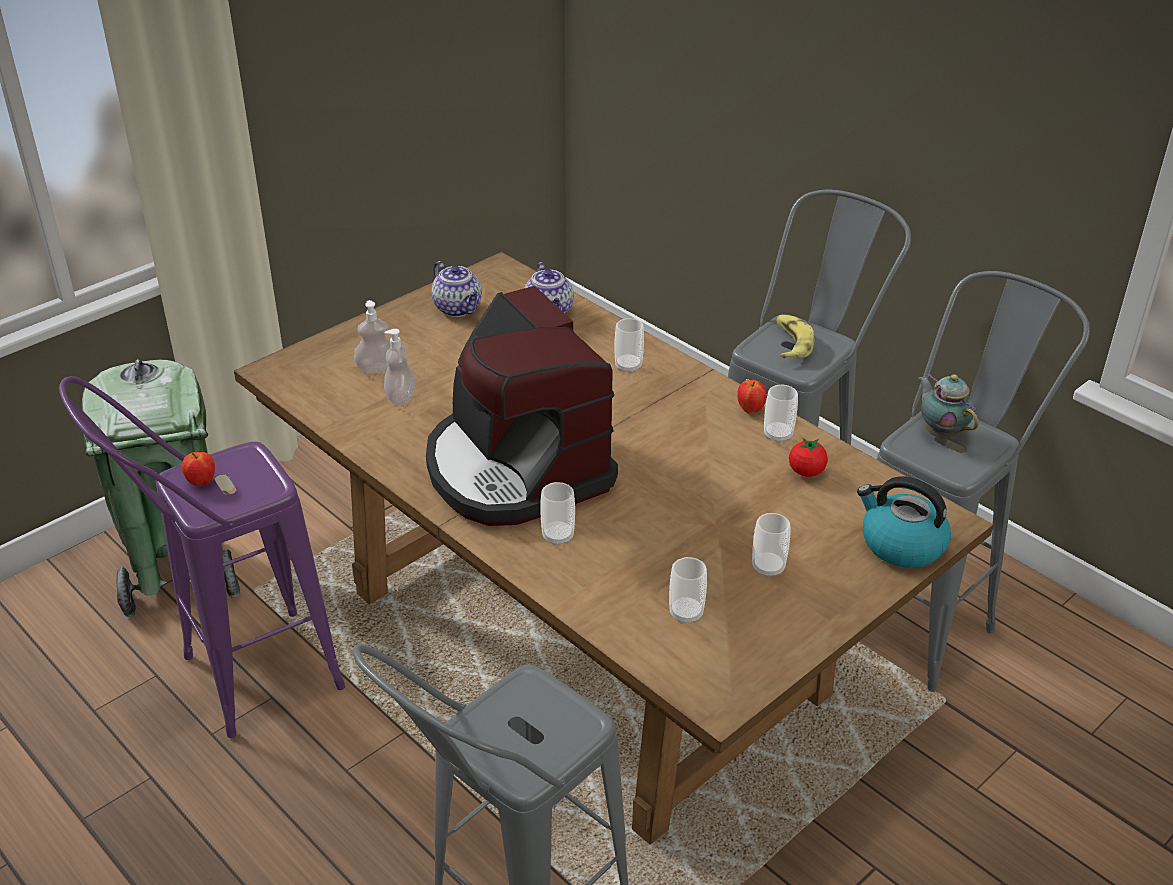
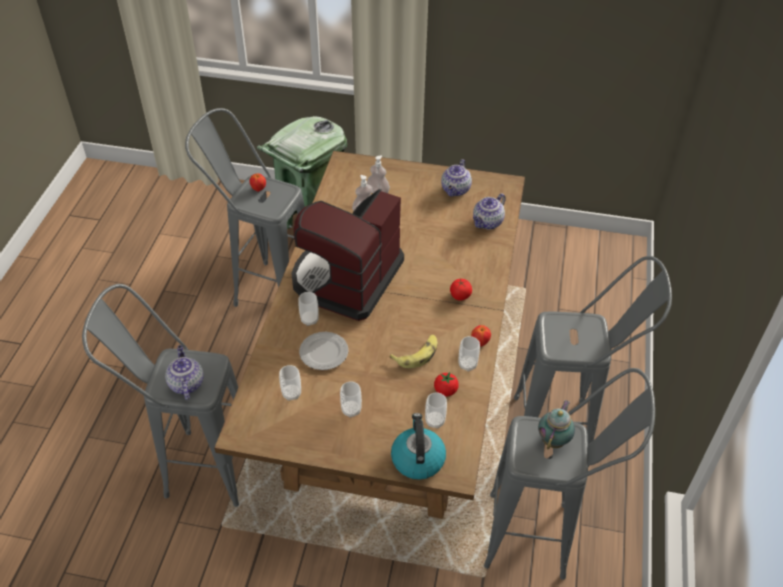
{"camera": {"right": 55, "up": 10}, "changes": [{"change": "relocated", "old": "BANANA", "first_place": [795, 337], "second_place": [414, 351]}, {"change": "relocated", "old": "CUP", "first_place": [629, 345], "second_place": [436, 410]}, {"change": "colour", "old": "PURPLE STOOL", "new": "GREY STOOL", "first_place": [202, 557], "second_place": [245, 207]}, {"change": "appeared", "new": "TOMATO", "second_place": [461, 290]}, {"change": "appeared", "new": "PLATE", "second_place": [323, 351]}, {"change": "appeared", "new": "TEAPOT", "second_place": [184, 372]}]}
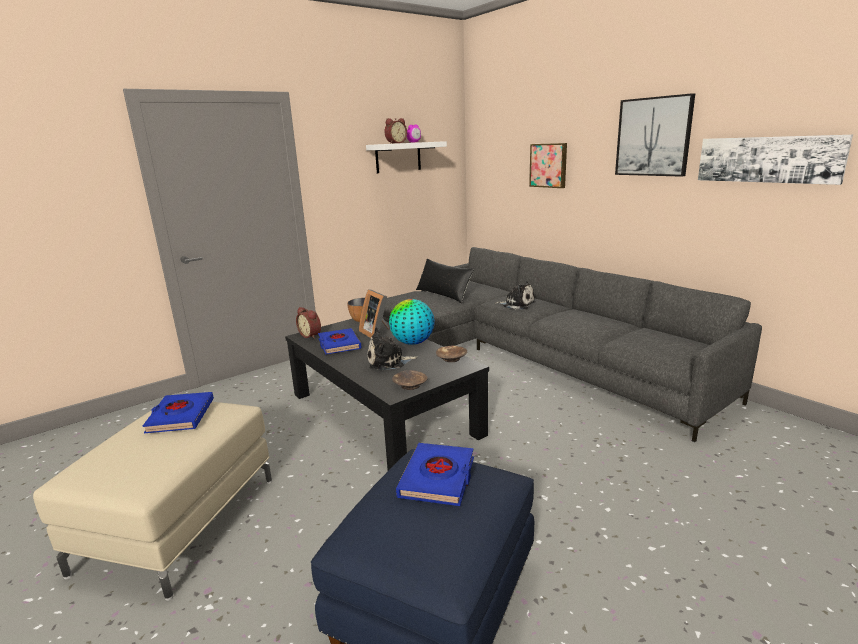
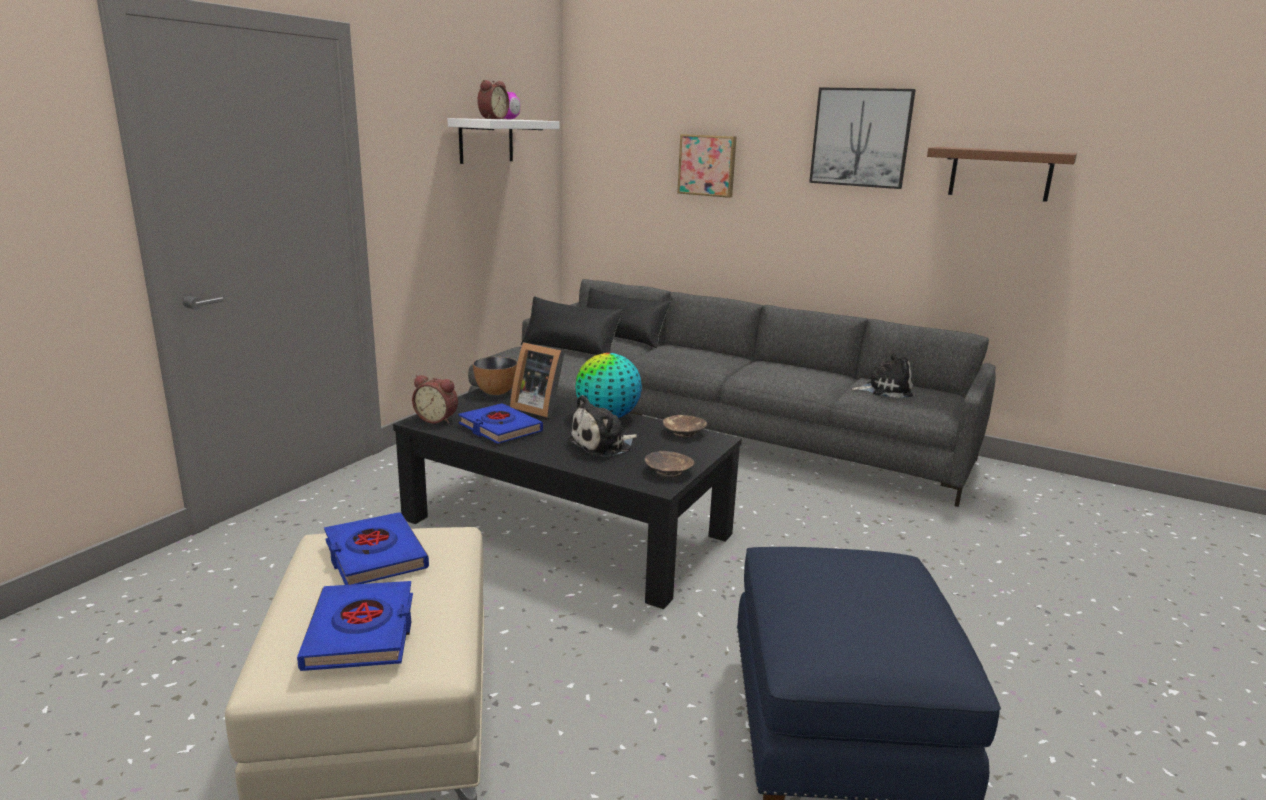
{"camera": {"right": -25, "up": 0}, "changes": [{"change": "exchanged", "old": "PICTURE", "new": "BROWN SHELF", "first_place": [775, 159], "second_place": [1002, 174]}, {"change": "relocated", "old": "PLUSH TOY", "first_place": [515, 295], "second_place": [882, 375]}, {"change": "relocated", "old": "BLUE BOOK", "first_place": [435, 474], "second_place": [355, 626]}, {"change": "appeared", "new": "BLACK PILLOW", "second_place": [628, 318]}]}
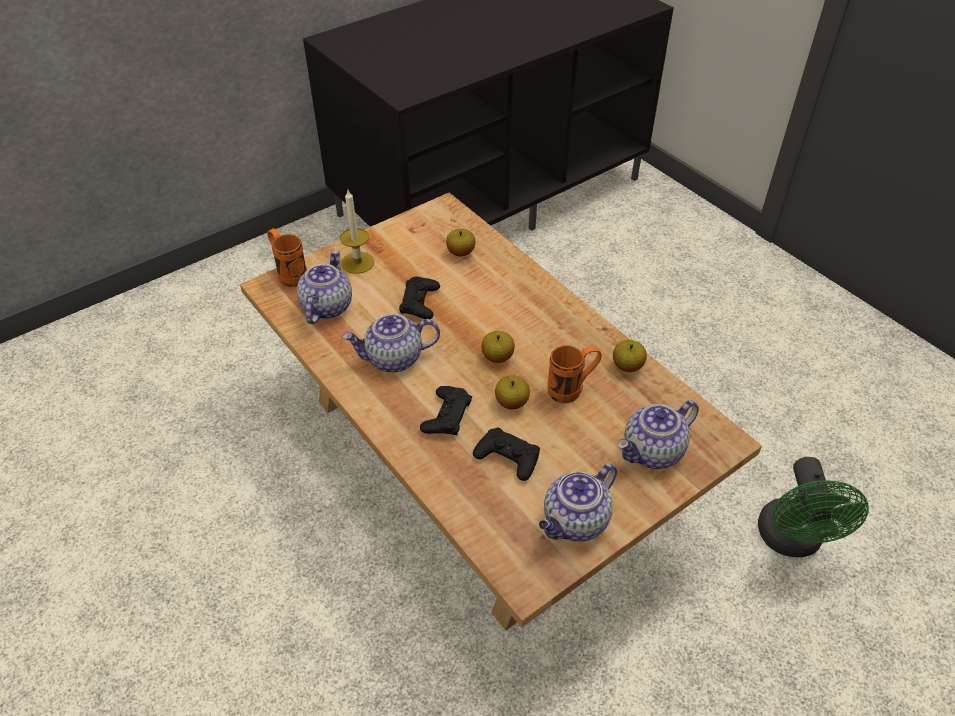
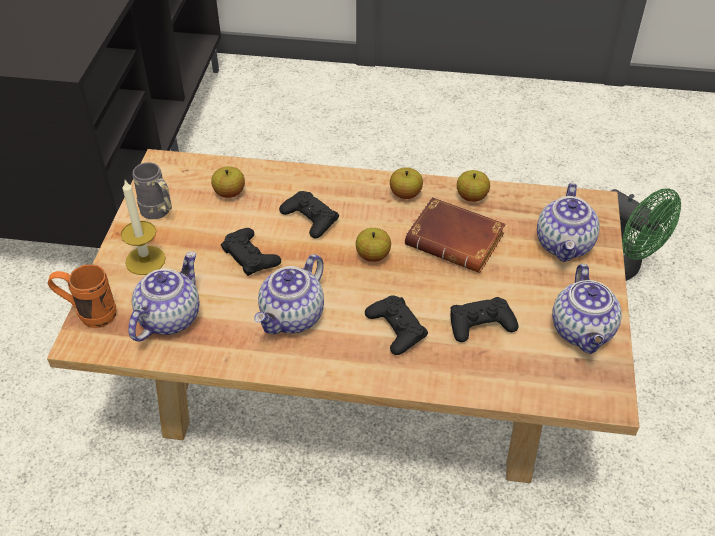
{"camera": {"right": -45, "up": 0}, "changes": [{"change": "spun", "old": "TEAPOT", "first_place": [324, 287], "second_place": [164, 297], "degrees": 60}, {"change": "exchanged", "old": "ORANGE MUG", "new": "BROWN BOOK", "first_place": [574, 374], "second_place": [455, 235]}, {"change": "relocated", "old": "APPLE", "first_place": [512, 392], "second_place": [406, 183]}, {"change": "appeared", "new": "GREY MUG", "second_place": [152, 190]}, {"change": "appeared", "new": "BLACK GAME CONTROLLER", "second_place": [309, 215]}]}
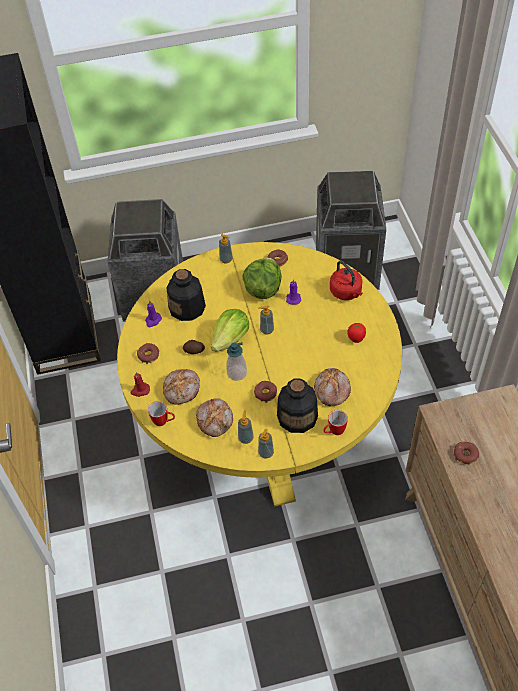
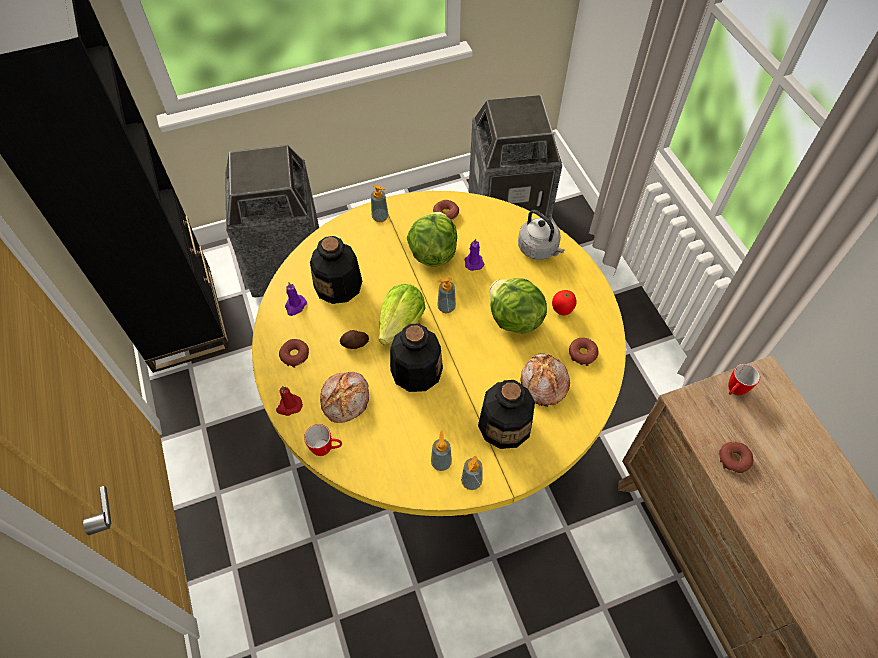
{"camera": {"right": -10, "up": 5}, "changes": [{"change": "colour", "old": "RED KETTLE", "new": "GREY KETTLE", "first_place": [346, 280], "second_place": [541, 235]}, {"change": "exchanged", "old": "SOAP DISPENSER", "new": "BOTTLE", "first_place": [236, 361], "second_place": [416, 358]}, {"change": "relocated", "old": "DONUT", "first_place": [265, 392], "second_place": [583, 352]}, {"change": "missing", "old": "BREAD", "first_place": [214, 417]}, {"change": "relocated", "old": "MUG", "first_place": [335, 422], "second_place": [744, 379]}, {"change": "appeared", "new": "LETTUCE", "second_place": [518, 306]}]}
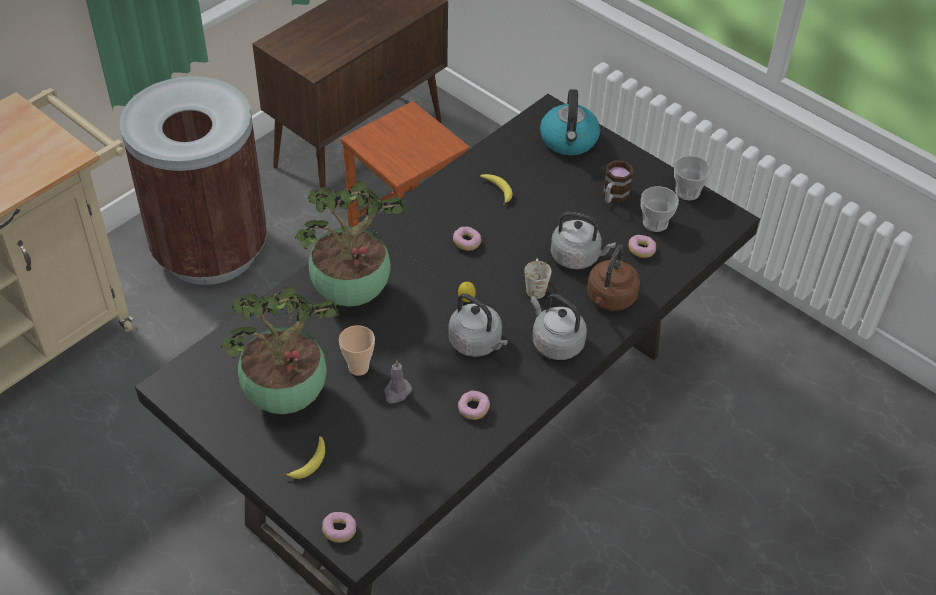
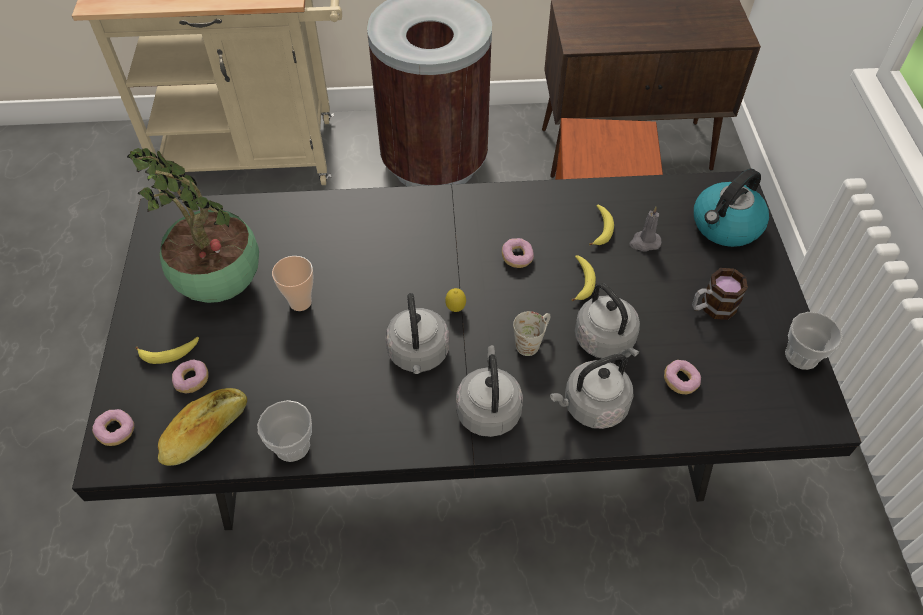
{"camera": {"right": 45, "up": 5}, "changes": [{"change": "missing", "old": "POTTED PLANT", "first_place": [350, 244]}, {"change": "relocated", "old": "CUP", "first_place": [660, 209], "second_place": [284, 431]}, {"change": "colour", "old": "BROWN KETTLE", "new": "GREY KETTLE", "first_place": [613, 277], "second_place": [592, 391]}, {"change": "relocated", "old": "GREY CANDLE", "first_place": [398, 382], "second_place": [646, 228]}, {"change": "relocated", "old": "DONUT", "first_place": [474, 405], "second_place": [190, 376]}, {"change": "appeared", "new": "BANANA", "second_place": [583, 278]}, {"change": "appeared", "new": "BREAD", "second_place": [202, 427]}]}
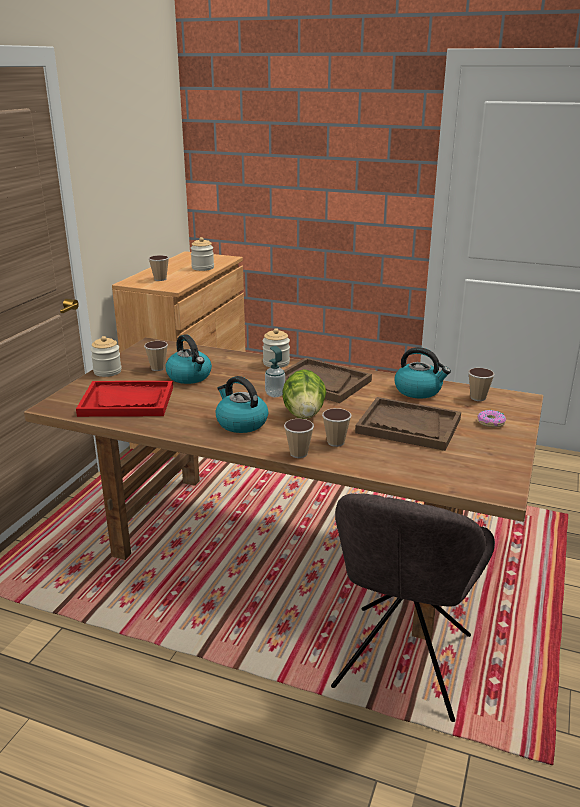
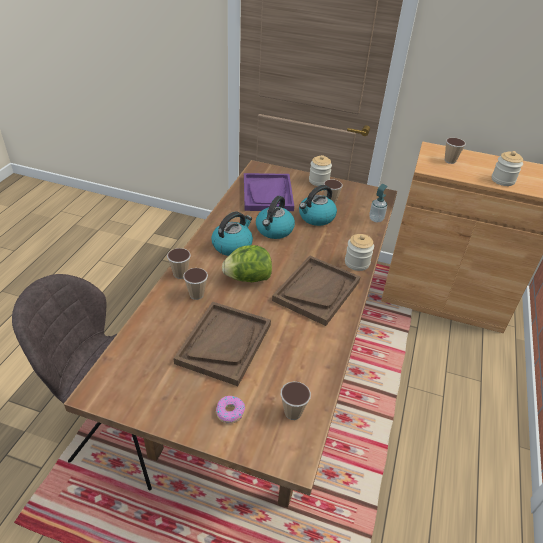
{"camera": {"right": 85, "up": 15}, "changes": [{"change": "relocated", "old": "SOAP DISPENSER", "first_place": [275, 371], "second_place": [378, 203]}, {"change": "relocated", "old": "KETTLE", "first_place": [422, 373], "second_place": [275, 217]}, {"change": "colour", "old": "RED TRAY", "new": "PURPLE TRAY", "first_place": [124, 399], "second_place": [269, 192]}]}
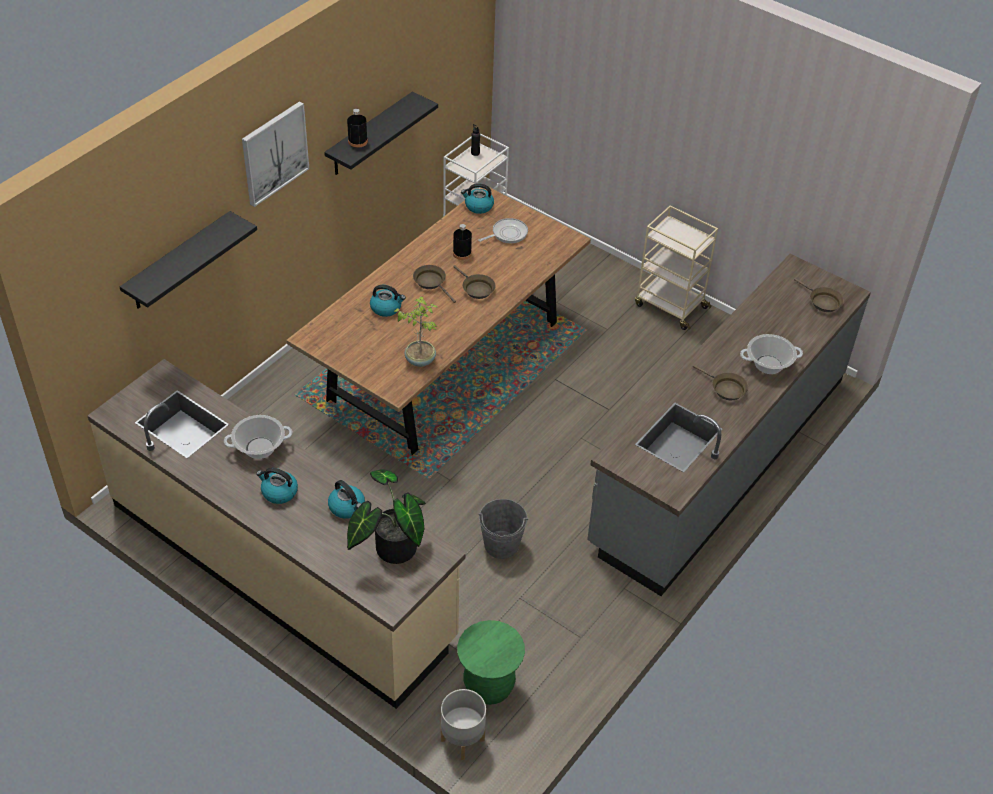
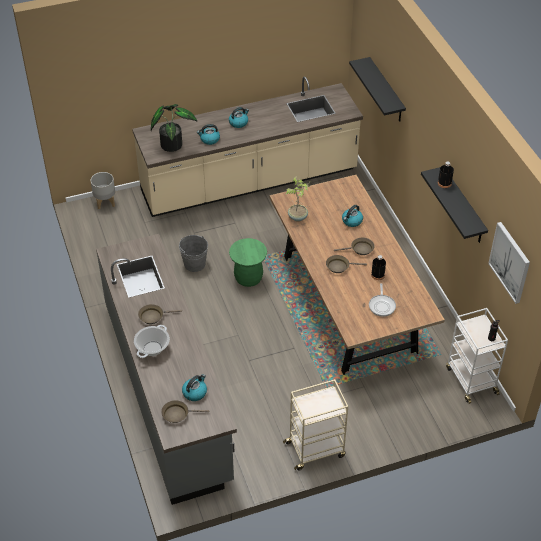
{"camera": {"right": 125, "up": 0}, "changes": [{"change": "relocated", "old": "PICTURE", "first_place": [275, 154], "second_place": [509, 263]}, {"change": "relocated", "old": "KETTLE", "first_place": [477, 198], "second_place": [194, 387]}, {"change": "missing", "old": "COOKING POT", "first_place": [258, 437]}, {"change": "relocated", "old": "GREEN STOOL", "first_place": [491, 662], "second_place": [248, 262]}]}
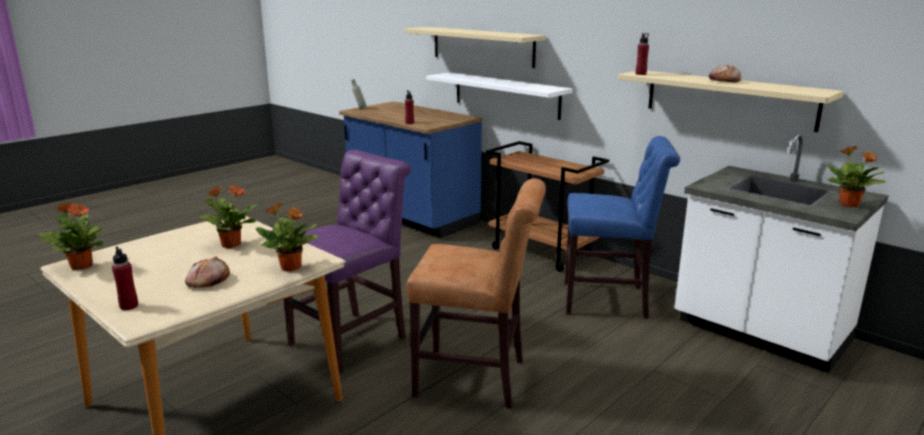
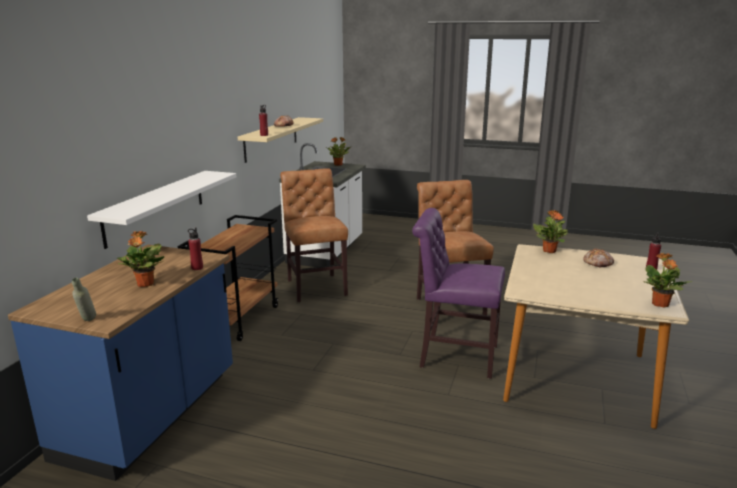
{"camera": {"right": -115, "up": 0}, "changes": [{"change": "missing", "old": "BEIGE SHELF", "first_place": [475, 47]}, {"change": "colour", "old": "BLUE CHAIR", "new": "BROWN CHAIR", "first_place": [622, 227], "second_place": [314, 235]}, {"change": "relocated", "old": "POTTED PLANT", "first_place": [227, 216], "second_place": [141, 259]}]}
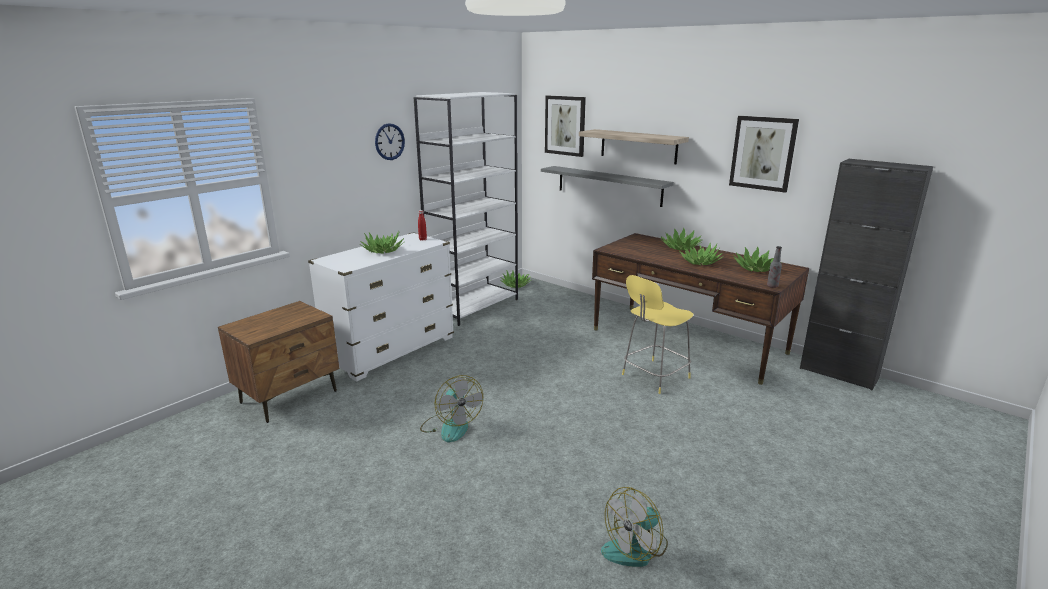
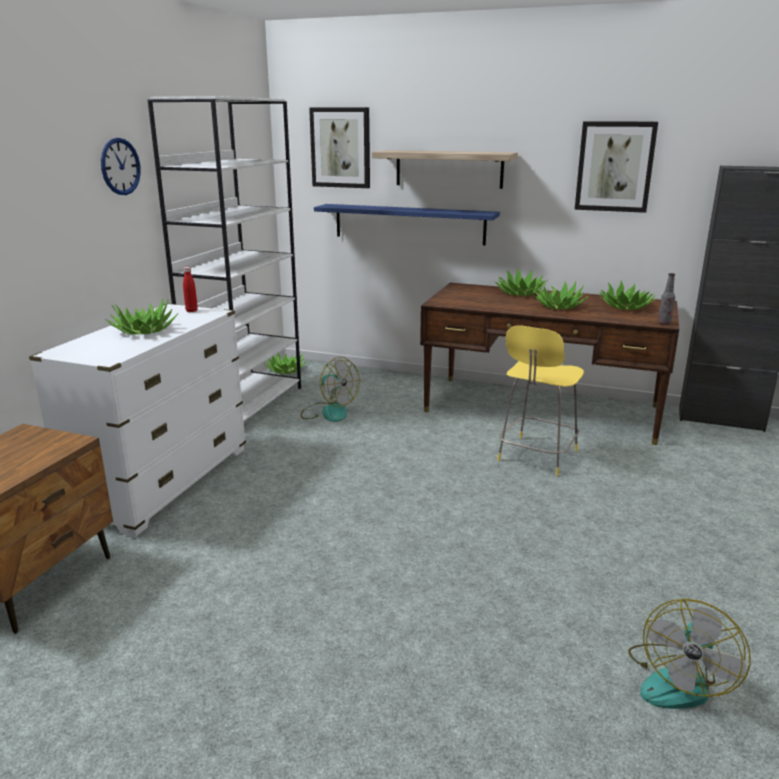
{"camera": {"right": -20, "up": 0}, "changes": [{"change": "colour", "old": "GREY SHELF", "new": "BLUE SHELF", "first_place": [607, 186], "second_place": [407, 224]}, {"change": "relocated", "old": "FAN", "first_place": [451, 408], "second_place": [330, 389]}]}
